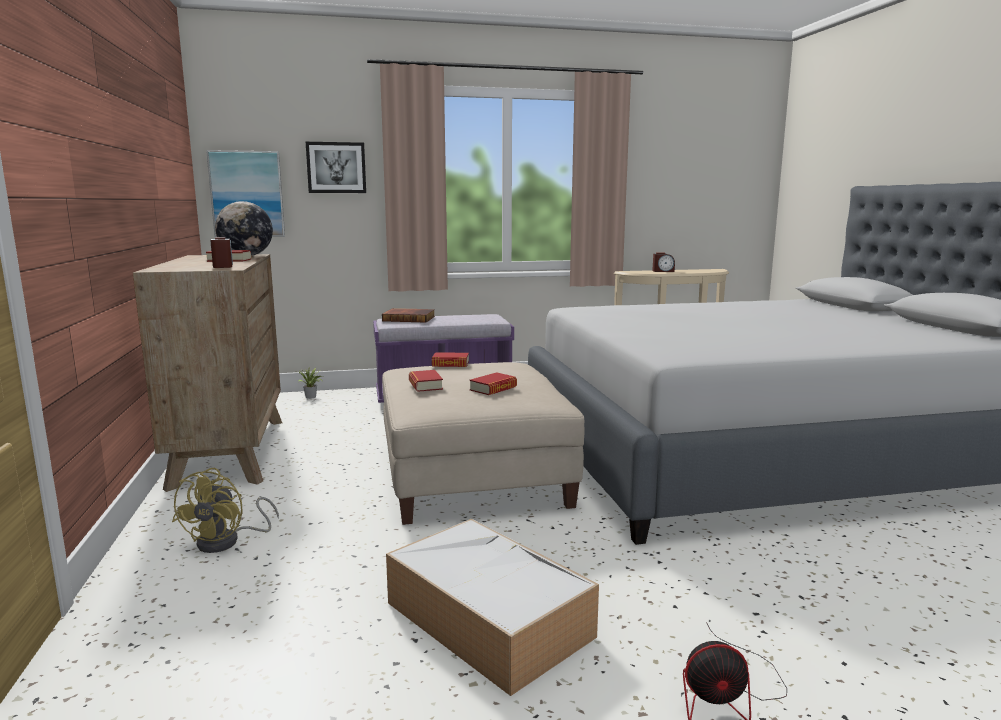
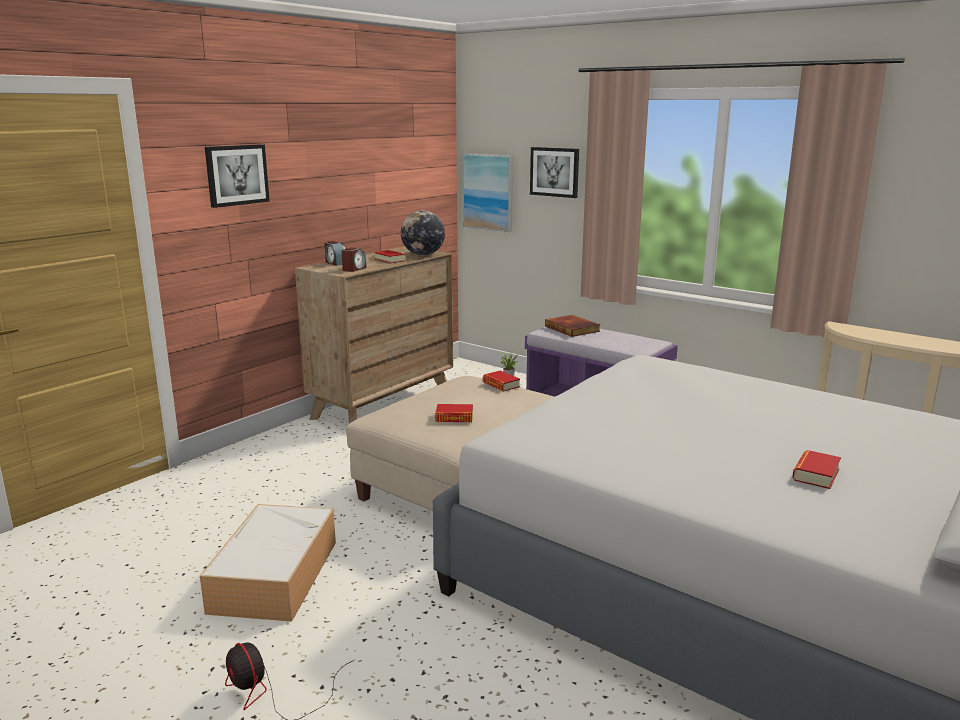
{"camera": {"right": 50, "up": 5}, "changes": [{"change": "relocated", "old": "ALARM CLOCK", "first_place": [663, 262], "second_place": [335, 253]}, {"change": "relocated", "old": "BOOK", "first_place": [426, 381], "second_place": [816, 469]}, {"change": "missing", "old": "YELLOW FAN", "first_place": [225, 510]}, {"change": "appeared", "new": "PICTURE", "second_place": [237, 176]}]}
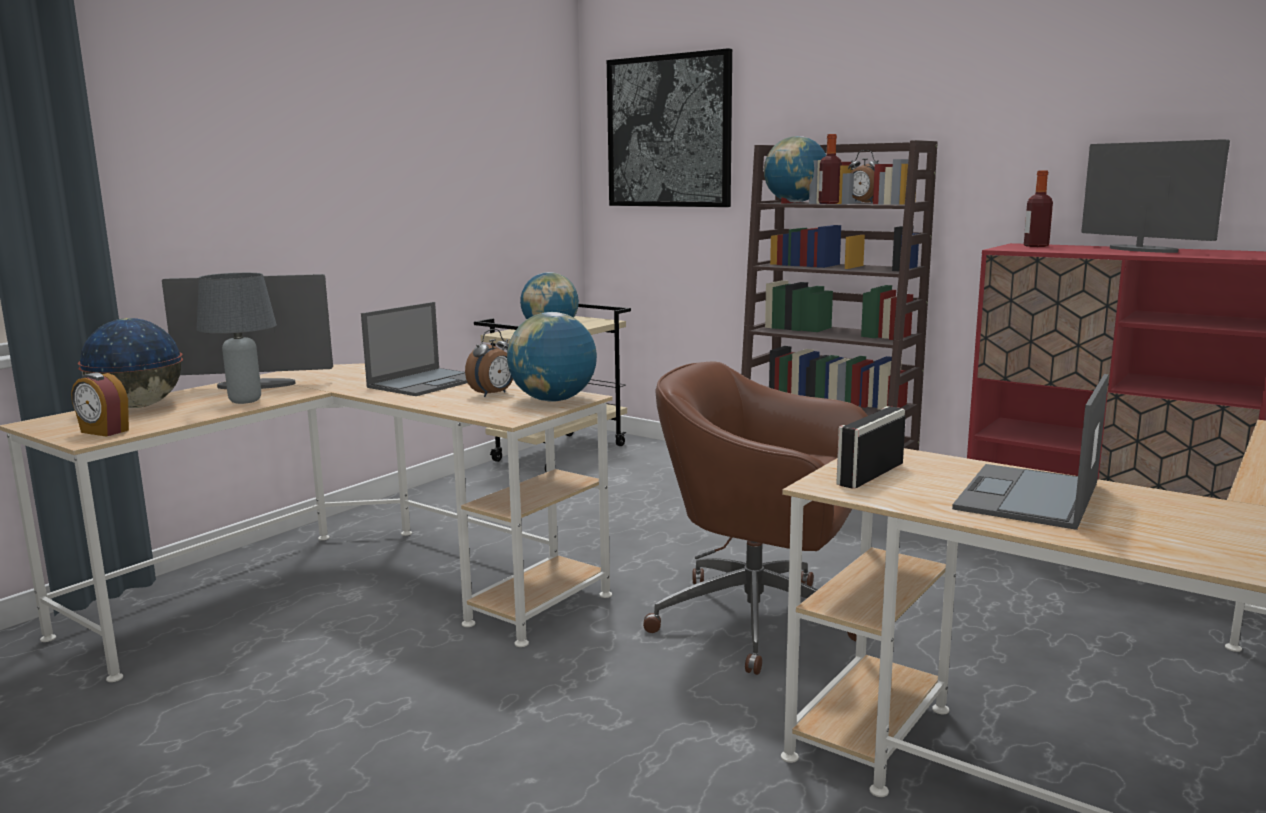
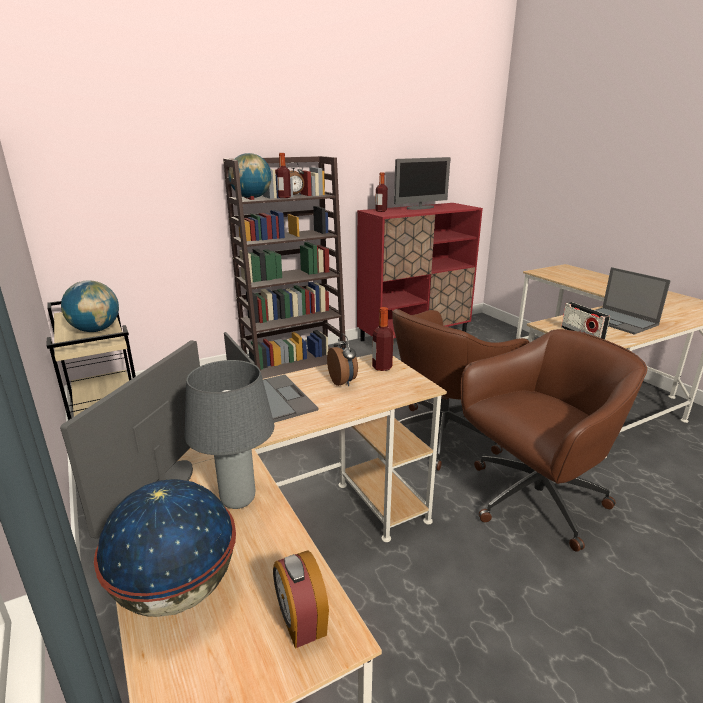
{"camera": {"right": -65, "up": 10}, "changes": [{"change": "missing", "old": "PICTURE", "first_place": [669, 127]}, {"change": "spun", "old": "MONITOR", "first_place": [1156, 196], "second_place": [422, 183], "degrees": 150}, {"change": "exchanged", "old": "GLOBE", "new": "BOTTLE", "first_place": [552, 357], "second_place": [382, 339]}, {"change": "spun", "old": "ALARM CLOCK", "first_place": [100, 404], "second_place": [301, 599], "degrees": 105}, {"change": "appeared", "new": "BROWN OFFICE CHAIR", "second_place": [554, 440]}]}
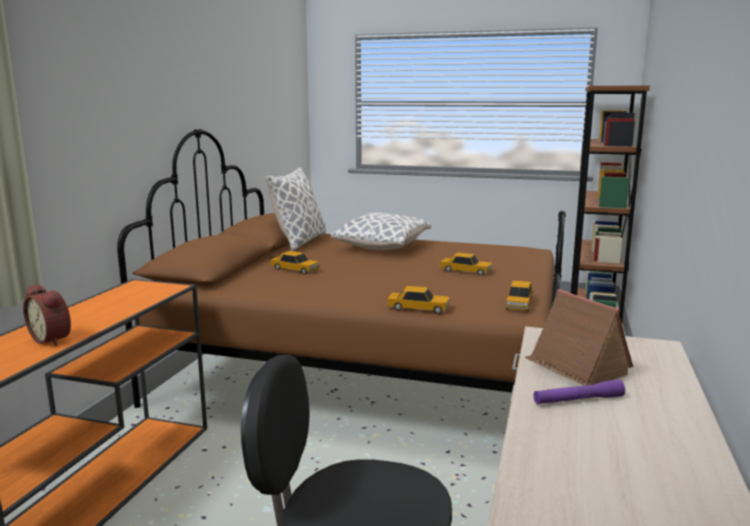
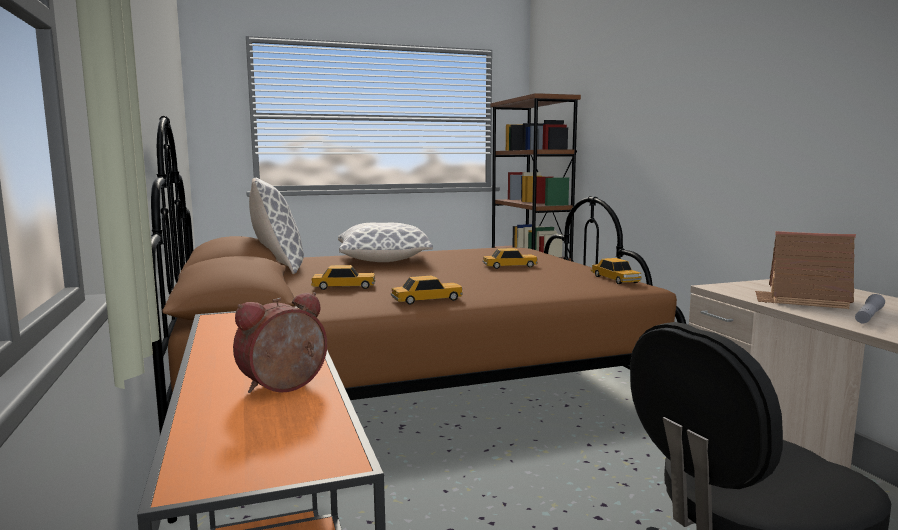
{"camera": {"right": -35, "up": -5}, "changes": [{"change": "spun", "old": "ALARM CLOCK", "first_place": [47, 315], "second_place": [280, 342], "degrees": 135}, {"change": "relocated", "old": "TOY CAR", "first_place": [418, 300], "second_place": [427, 290]}, {"change": "colour", "old": "PURPLE FLASHLIGHT", "new": "GREY FLASHLIGHT", "first_place": [579, 391], "second_place": [870, 308]}]}
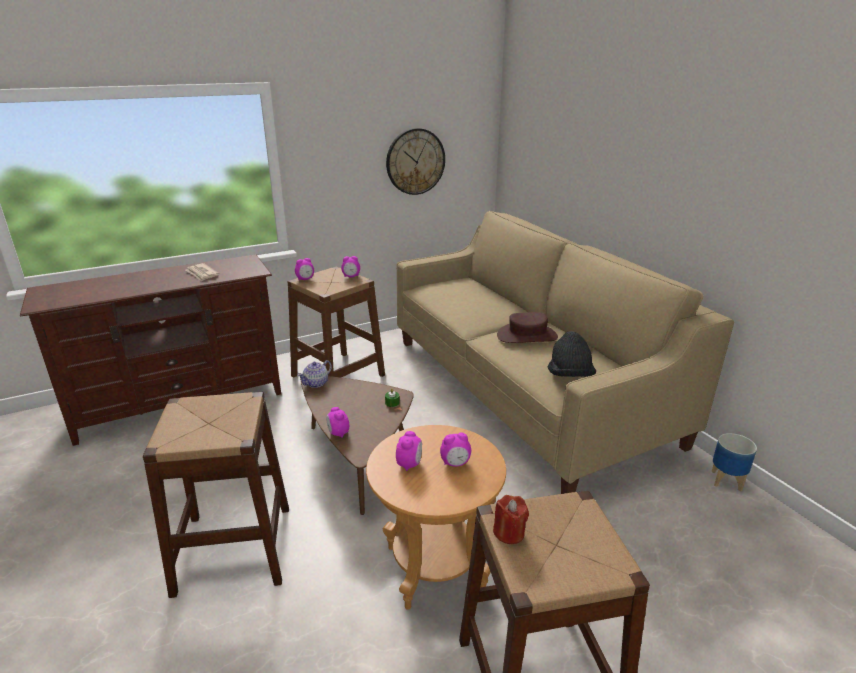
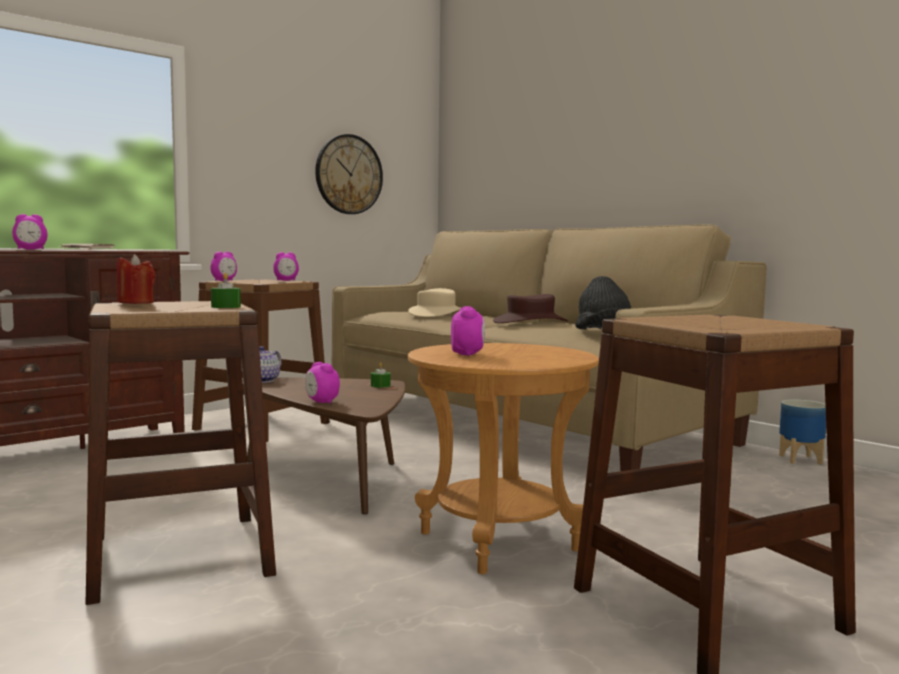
{"camera": {"right": -15, "up": -20}, "changes": [{"change": "relocated", "old": "ALARM CLOCK", "first_place": [455, 449], "second_place": [29, 232]}, {"change": "relocated", "old": "RED CANDLE", "first_place": [511, 519], "second_place": [135, 279]}, {"change": "appeared", "new": "GREEN CANDLE", "second_place": [226, 290]}, {"change": "appeared", "new": "BEIGE HAT", "second_place": [434, 302]}]}
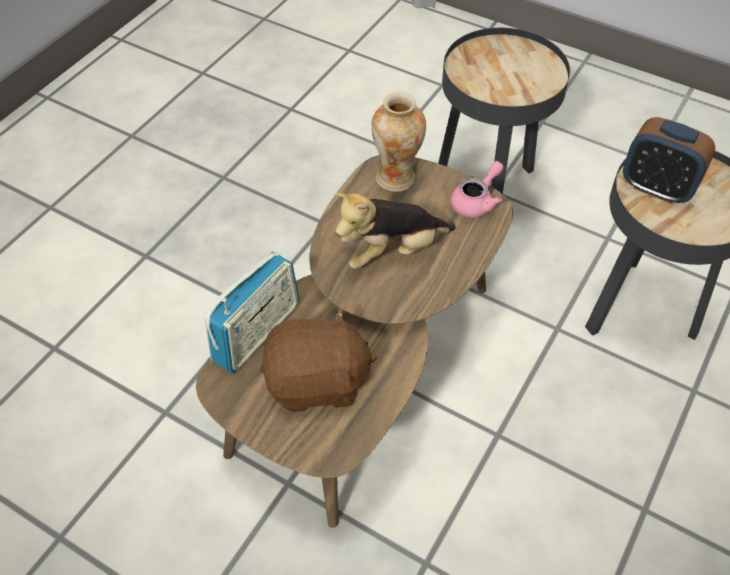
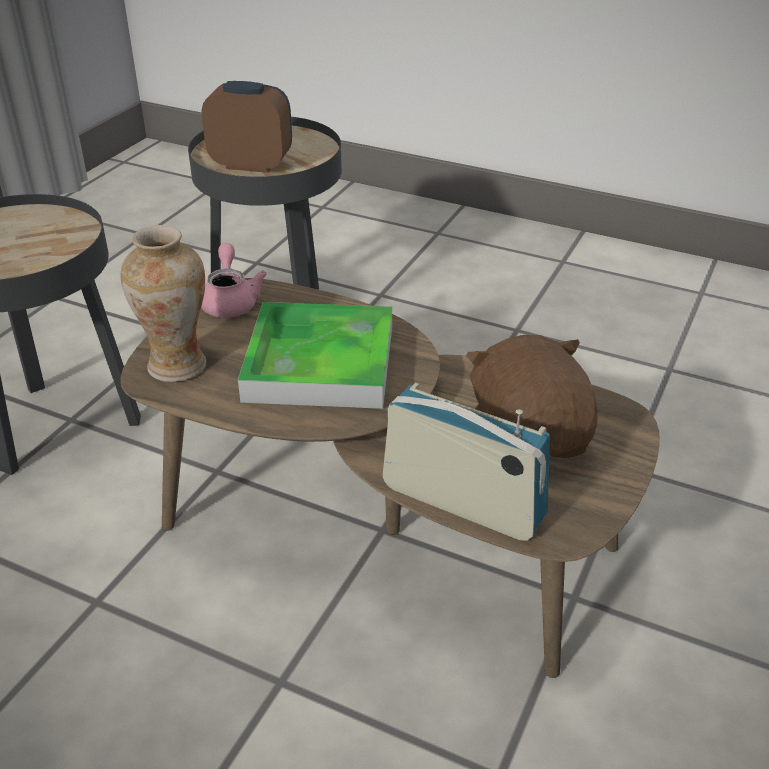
{"camera": {"right": -95, "up": -15}, "changes": [{"change": "spun", "old": "ALARM CLOCK", "first_place": [669, 160], "second_place": [247, 127], "degrees": -105}, {"change": "spun", "old": "PINK TEAPOT", "first_place": [477, 189], "second_place": [234, 280], "degrees": 45}, {"change": "exchanged", "old": "PLUSH TOY", "new": "TRAY", "first_place": [395, 230], "second_place": [315, 355]}]}
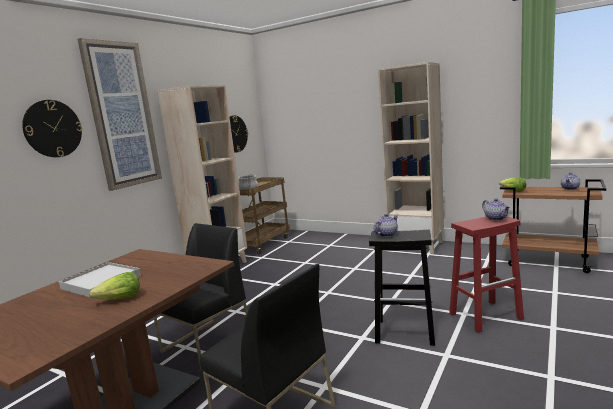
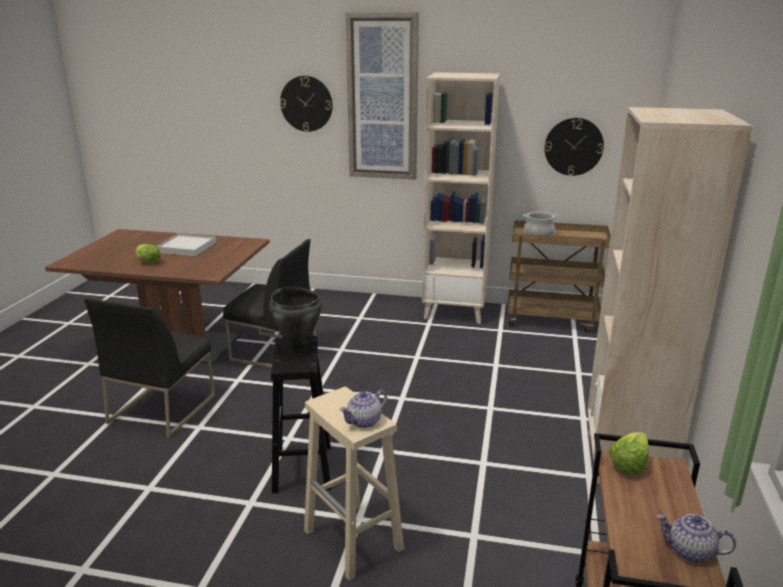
{"camera": {"right": 70, "up": 10}, "changes": [{"change": "exchanged", "old": "TEAPOT", "new": "BLACK COOKING POT", "first_place": [386, 225], "second_place": [295, 318]}, {"change": "colour", "old": "RED STOOL", "new": "BEIGE STOOL", "first_place": [486, 274], "second_place": [354, 484]}]}
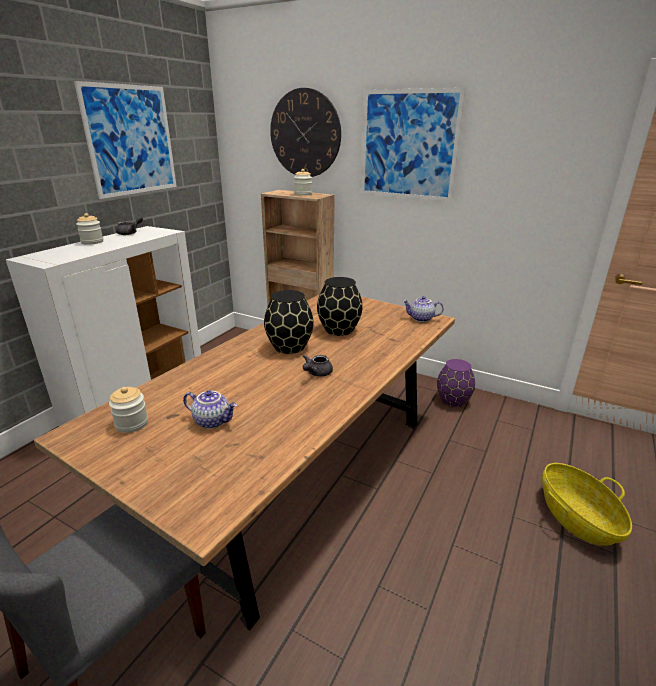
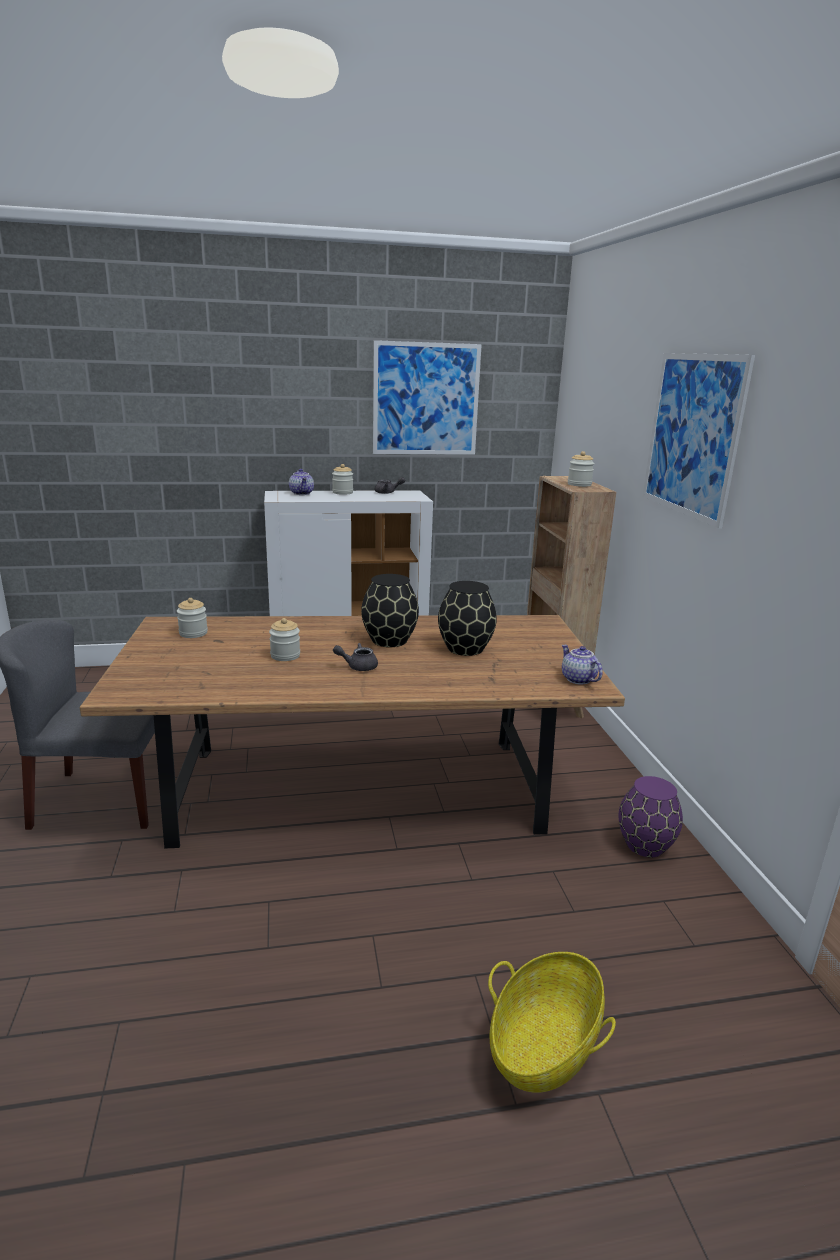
{"camera": {"right": 50, "up": -5}, "changes": [{"change": "missing", "old": "WALL CLOCK", "first_place": [305, 132]}, {"change": "relocated", "old": "TEAPOT", "first_place": [210, 409], "second_place": [301, 482]}, {"change": "appeared", "new": "JAR", "second_place": [284, 639]}]}
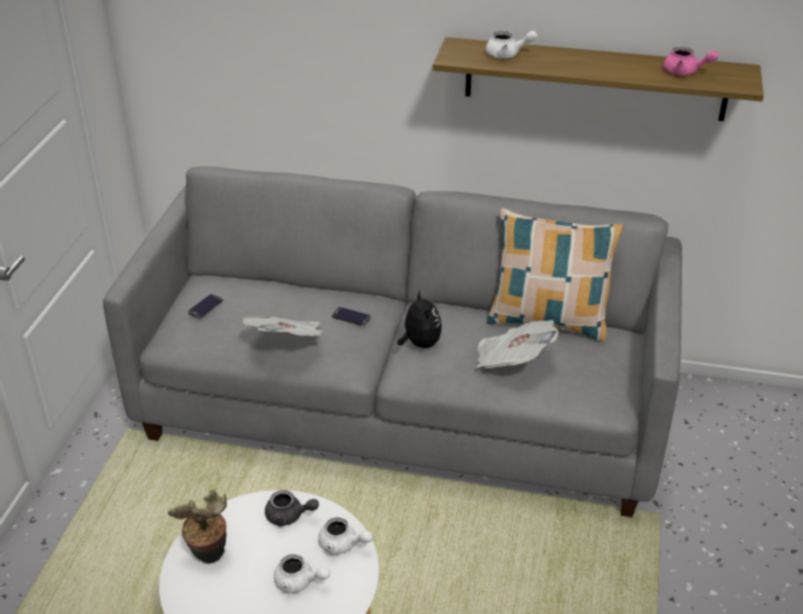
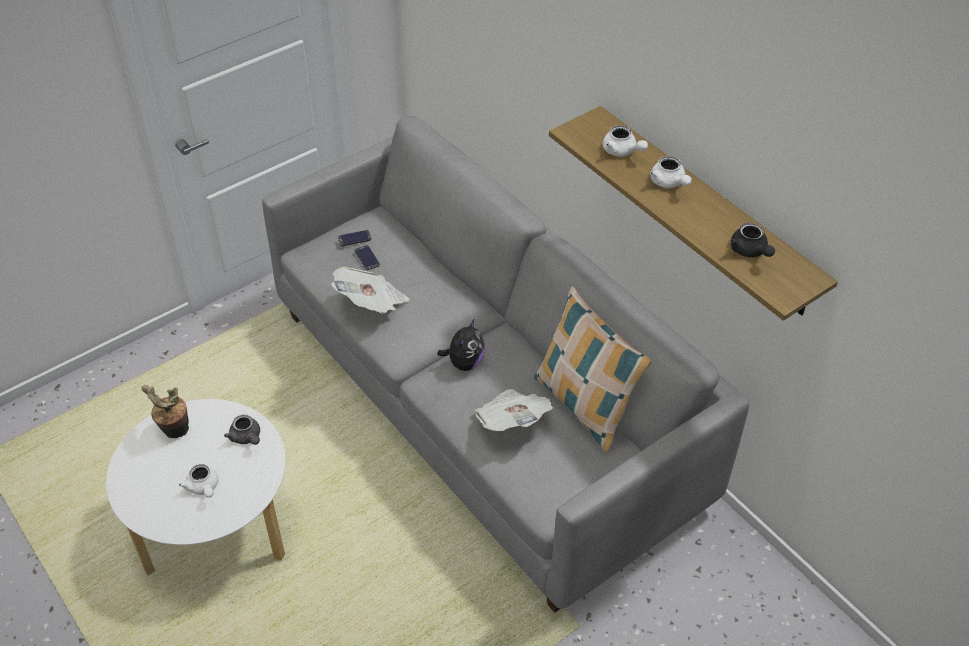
{"camera": {"right": 40, "up": 10}, "changes": [{"change": "colour", "old": "PINK TEAPOT", "new": "BLACK TEAPOT", "first_place": [691, 61], "second_place": [752, 240]}, {"change": "relocated", "old": "PHONE", "first_place": [351, 316], "second_place": [367, 257]}, {"change": "relocated", "old": "WHITE TEAPOT", "first_place": [345, 536], "second_place": [671, 172]}]}
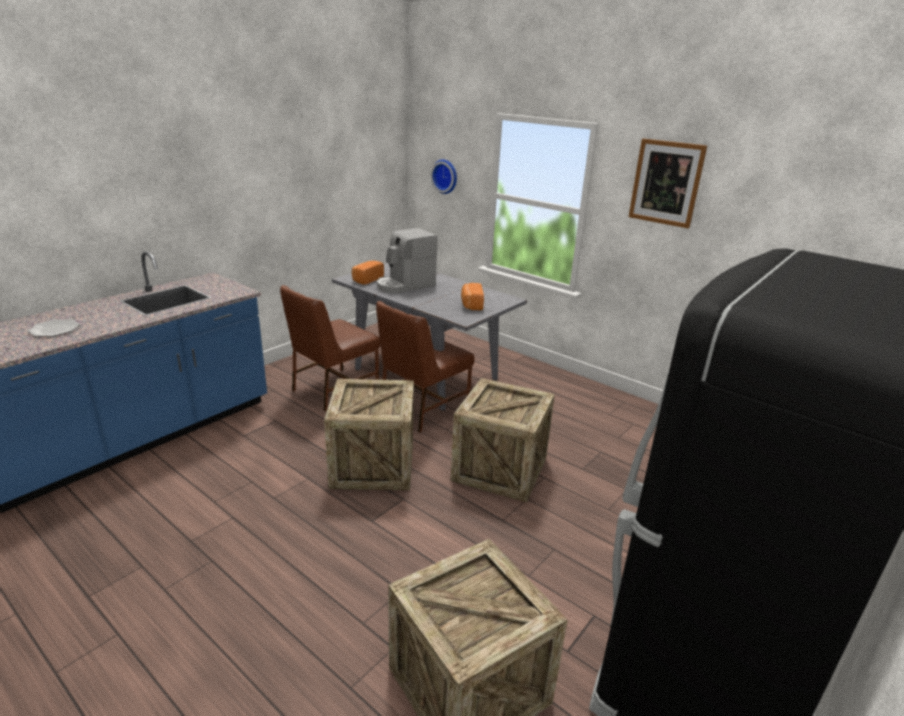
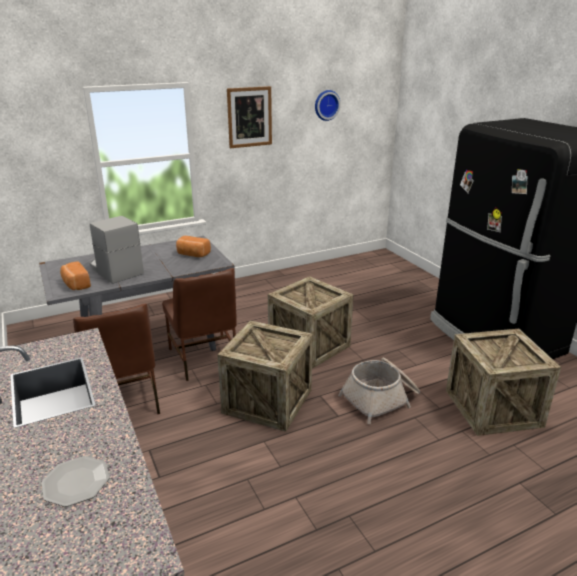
{"camera": {"right": -65, "up": 0}, "changes": [{"change": "relocated", "old": "WALL CLOCK", "first_place": [444, 176], "second_place": [328, 105]}, {"change": "spun", "old": "COFFEE MACHINE", "first_place": [407, 260], "second_place": [117, 250], "degrees": 150}, {"change": "appeared", "new": "BASKET", "second_place": [379, 391]}]}
